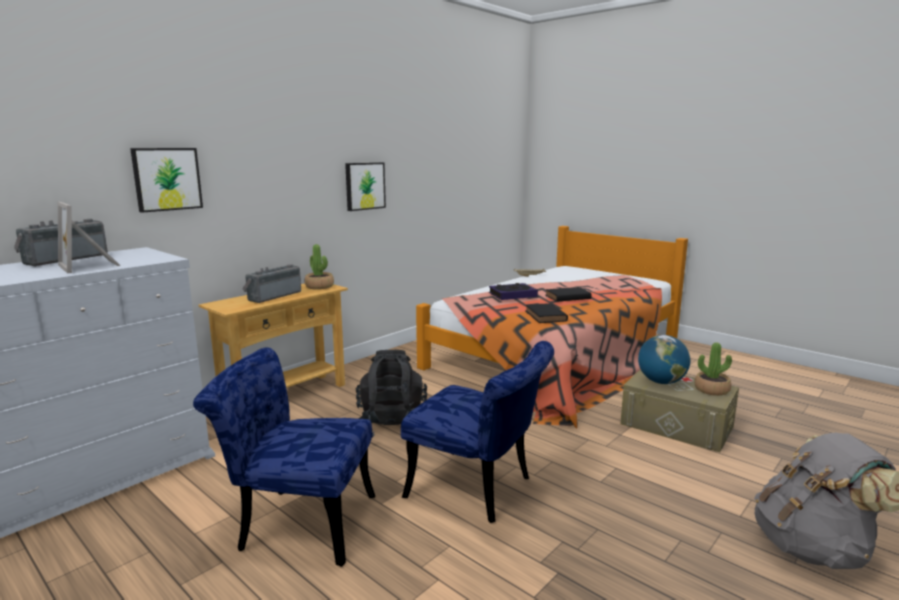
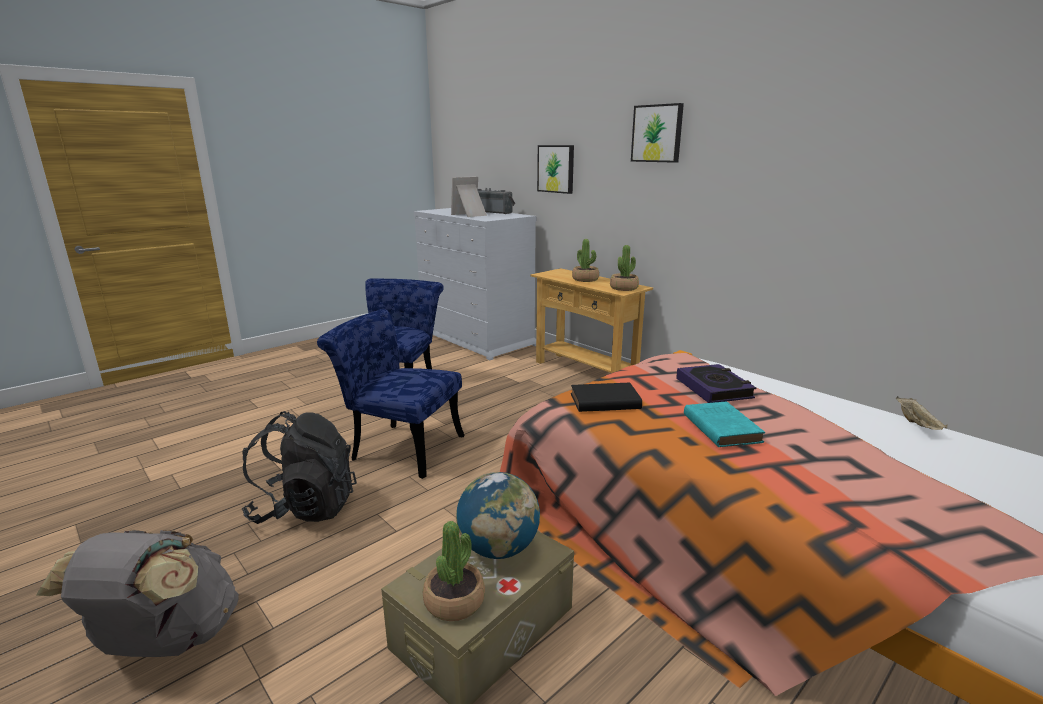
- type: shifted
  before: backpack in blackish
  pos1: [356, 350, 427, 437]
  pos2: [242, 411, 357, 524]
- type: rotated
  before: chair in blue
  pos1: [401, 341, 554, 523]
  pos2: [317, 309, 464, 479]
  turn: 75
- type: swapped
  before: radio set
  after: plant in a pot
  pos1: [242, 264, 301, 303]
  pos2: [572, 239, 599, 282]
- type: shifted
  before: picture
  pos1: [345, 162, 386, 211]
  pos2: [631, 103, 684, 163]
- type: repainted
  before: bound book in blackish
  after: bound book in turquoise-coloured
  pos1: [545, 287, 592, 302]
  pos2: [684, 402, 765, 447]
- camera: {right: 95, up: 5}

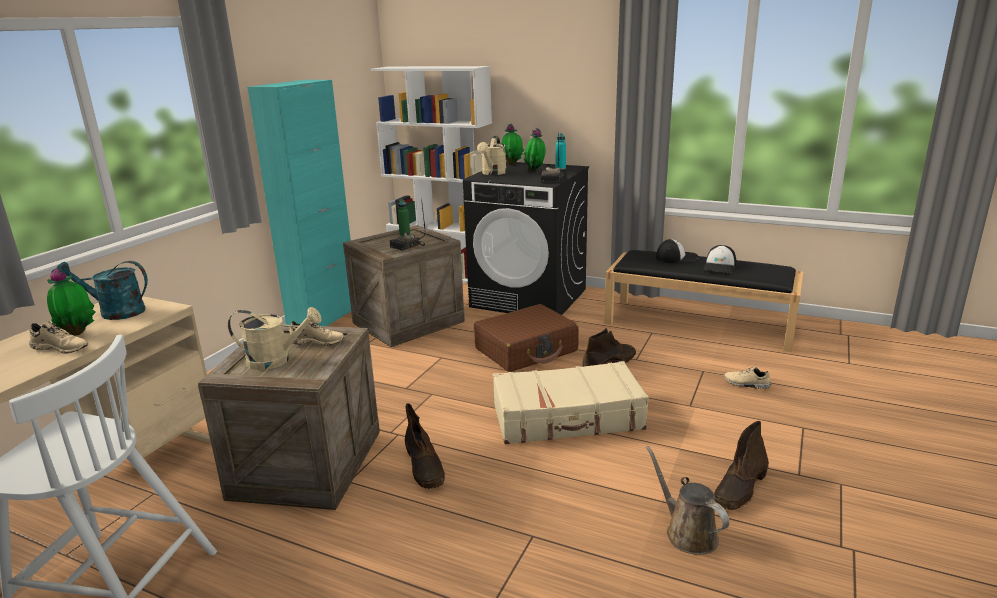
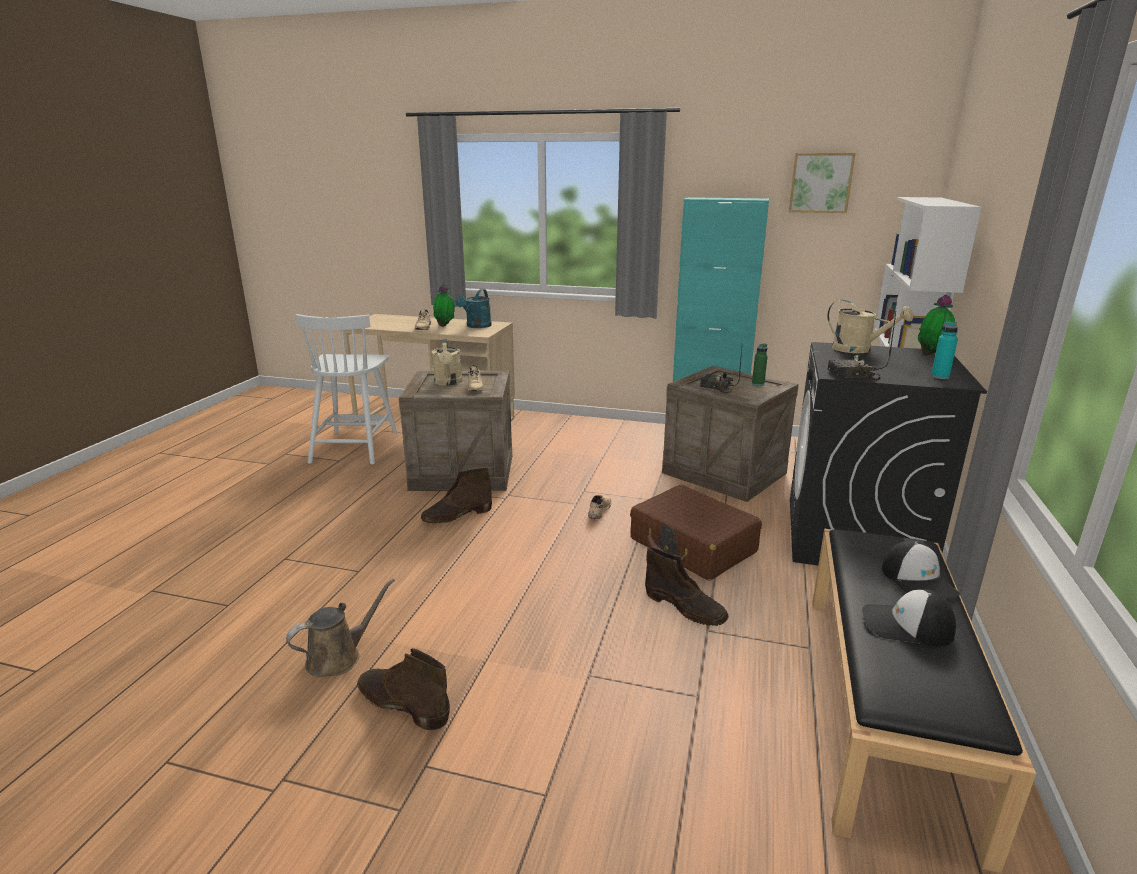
- type: rotated
  before: sprinkling can in turquoise-coloured
  pos1: [56, 261, 148, 320]
  pos2: [456, 289, 492, 328]
  turn: -150
- type: shifted
  before: shoe in beige-coloured
  pos1: [724, 366, 771, 389]
  pos2: [588, 495, 611, 519]
- type: new
  after: picture
  pos2: [789, 153, 855, 213]
- type: rotated
  before: sprinkling can in beige-coloured
  pos1: [477, 136, 507, 175]
  pos2: [827, 299, 913, 353]
  turn: -150
- type: gone
  before: piece of luggage in beige-coloured
  pos1: [493, 361, 649, 444]
- type: gone
  before: plant in a pot
  pos1: [524, 128, 546, 171]
- camera: {right: 80, up: 0}

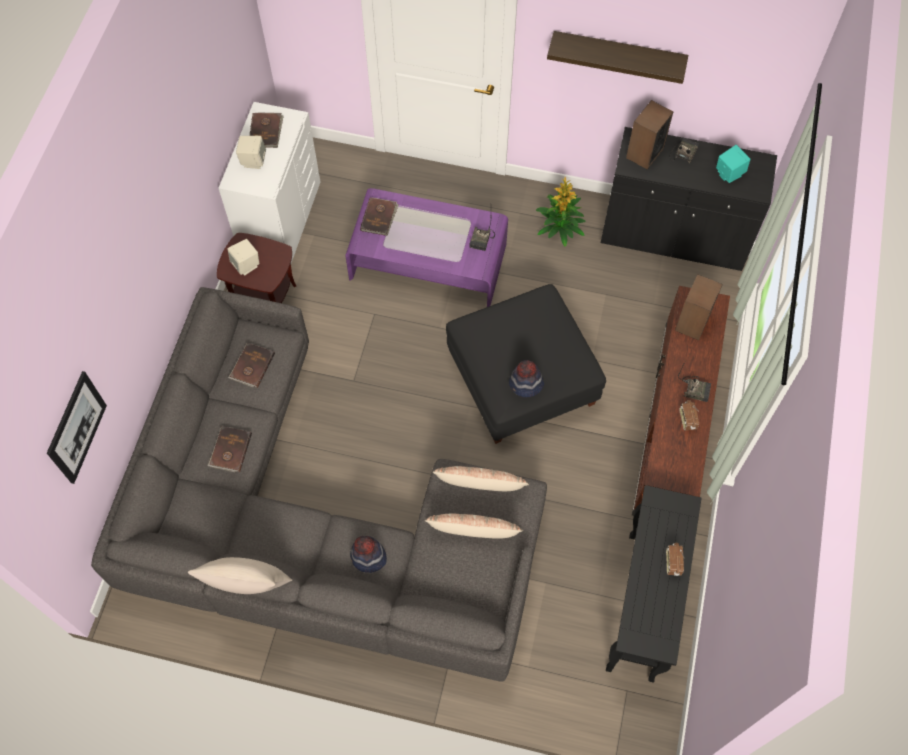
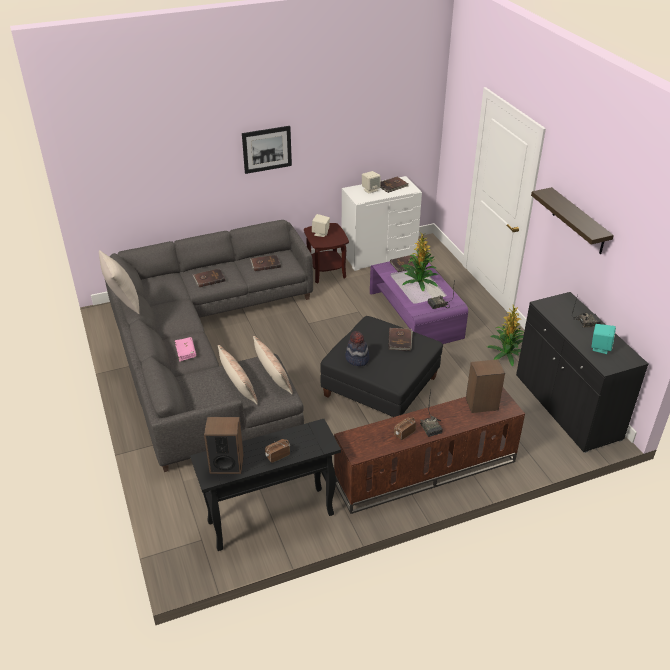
- type: swapped
  before: hat
  after: bound book in pink-coloured
  pos1: [350, 536, 387, 573]
  pos2: [175, 337, 196, 362]
- type: shifted
  before: loudspeaker
  pos1: [626, 100, 673, 170]
  pos2: [204, 417, 244, 474]
- type: shifted
  before: picture
  pos1: [47, 371, 107, 484]
  pos2: [242, 126, 292, 174]
- type: new
  after: bound book in brown
  pos2: [388, 328, 413, 351]
- type: new
  after: plant in a pot
  pos2: [401, 232, 438, 291]
- camera: {right: 55, up: -25}

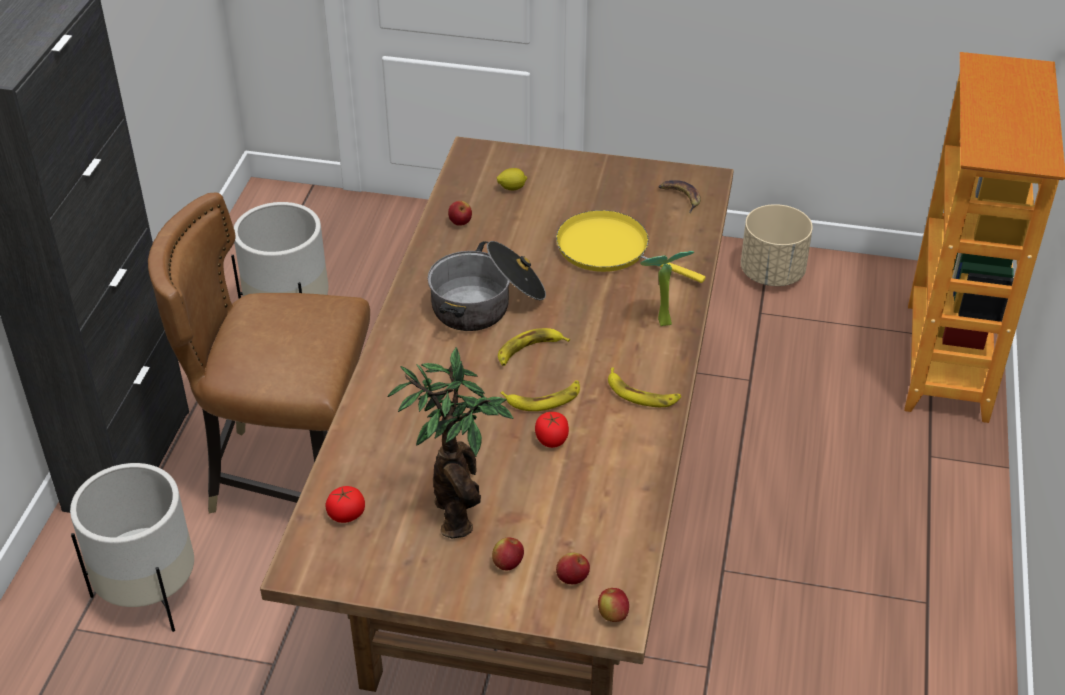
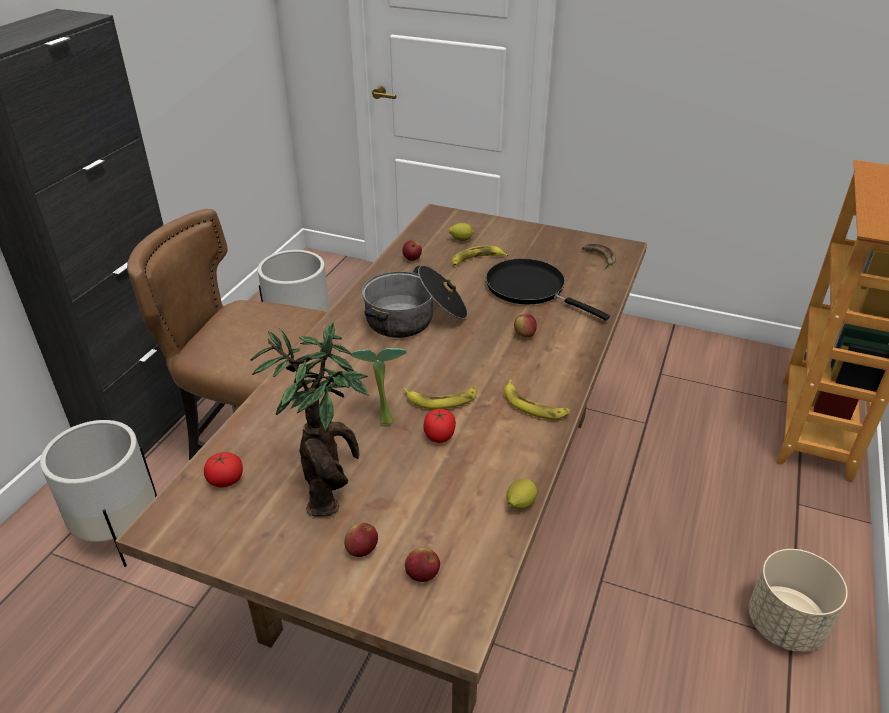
- type: shifted
  before: plant in a pot
  pos1: [640, 251, 694, 326]
  pos2: [351, 348, 407, 424]
- type: shifted
  before: banana fruit
  pos1: [498, 328, 570, 366]
  pos2: [452, 246, 508, 266]
- type: repainted
  before: frying pan in yellow-coloured
  after: frying pan in blackish
  pos1: [556, 210, 706, 283]
  pos2: [486, 259, 610, 321]
- type: new
  after: lemon
  pos2: [506, 478, 537, 510]
- type: shifted
  before: apple fruit
  pos1: [598, 588, 629, 622]
  pos2: [514, 314, 537, 337]
- type: shifted
  before: plant pot in beige-coloured
  pos1: [741, 204, 813, 286]
  pos2: [748, 549, 848, 652]
- camera: {right: 10, up: -5}

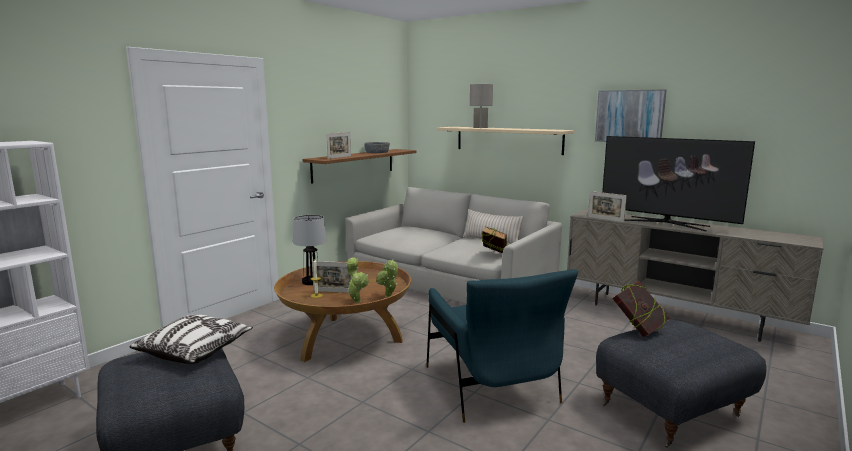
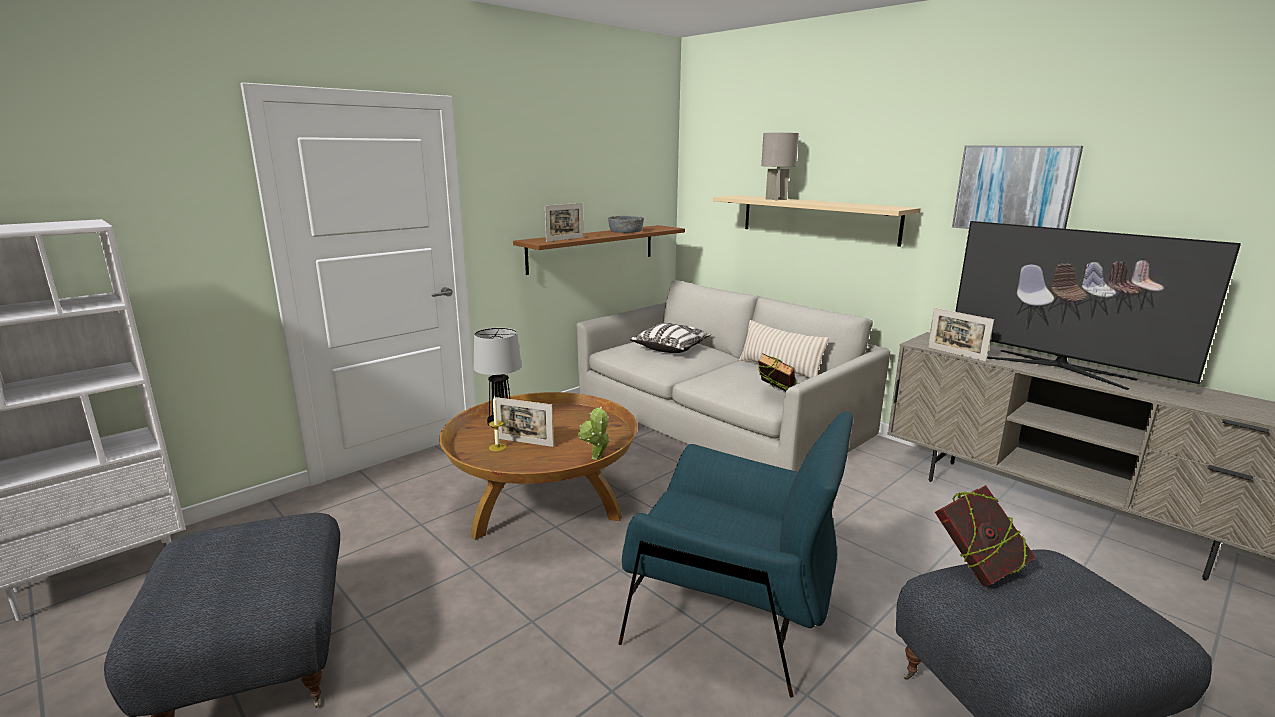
- type: rotated
  before: armchair in blue
  pos1: [426, 269, 578, 423]
  pos2: [618, 411, 853, 698]
  turn: -60
- type: shifted
  before: cushion
  pos1: [129, 314, 253, 364]
  pos2: [630, 323, 711, 353]
- type: gone
  before: plant in a pot
  pos1: [346, 257, 369, 303]
- camera: {right: 10, up: 5}

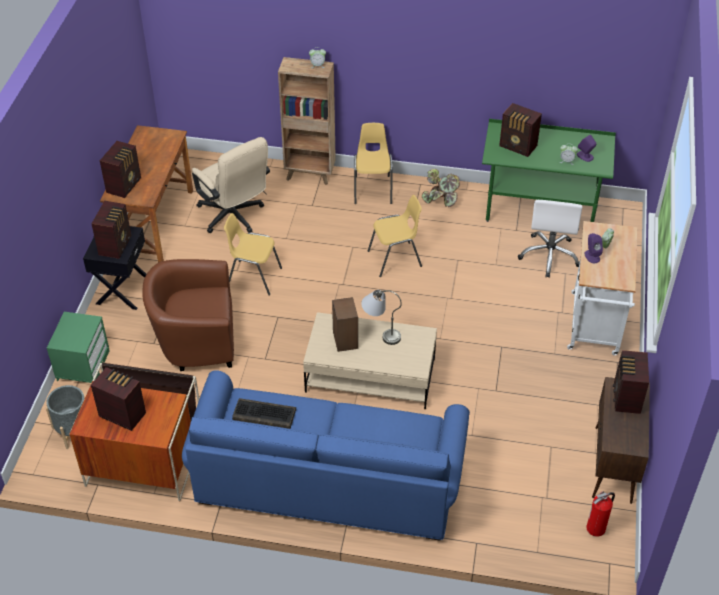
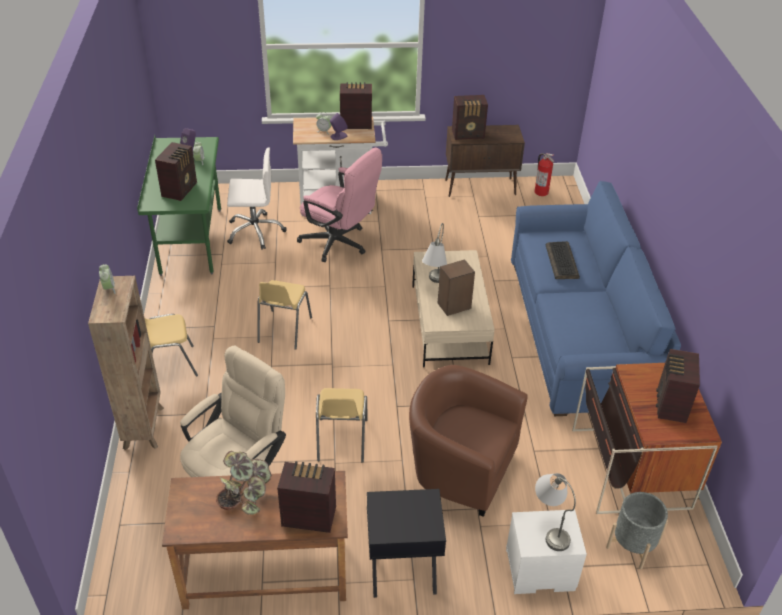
- type: shifted
  before: plant in a pot
  pos1: [422, 169, 460, 207]
  pos2: [216, 451, 272, 515]
- type: rotated
  before: chair in yellow-coloured
  pos1: [368, 195, 422, 277]
  pos2: [257, 280, 312, 350]
  turn: -135
- type: new
  after: computer chair in pink-coloured
  pos2: [297, 148, 382, 262]
- type: shifted
  before: radio set
  pos1: [91, 201, 131, 259]
  pos2: [340, 82, 372, 129]
- type: rotated
  before: armchair in brown
  pos1: [142, 259, 234, 371]
  pos2: [409, 365, 528, 517]
  turn: 135
- type: repainted
  before: night table in green
  after: night table in whitish
  pos1: [47, 312, 110, 383]
  pos2: [506, 509, 587, 594]
- type: new
  after: table lamp in grey
  pos2: [535, 473, 576, 551]
- type: shifted
  before: PC keyboard
  pos1: [232, 398, 296, 429]
  pos2: [546, 241, 580, 279]
- camera: {right: -105, up: -5}

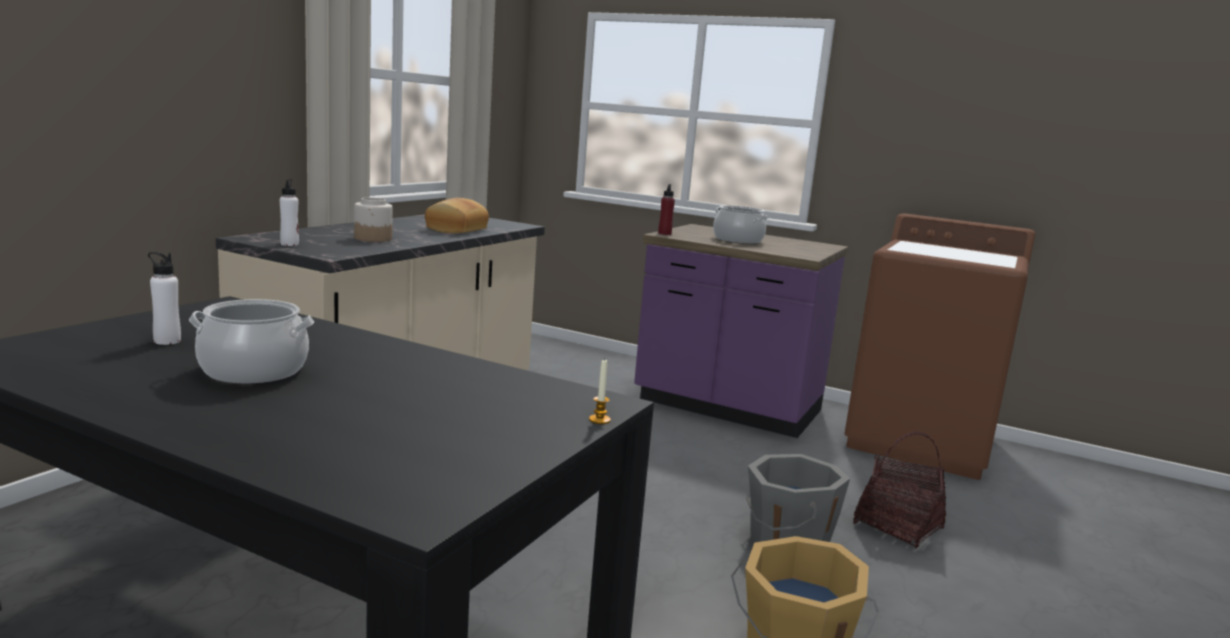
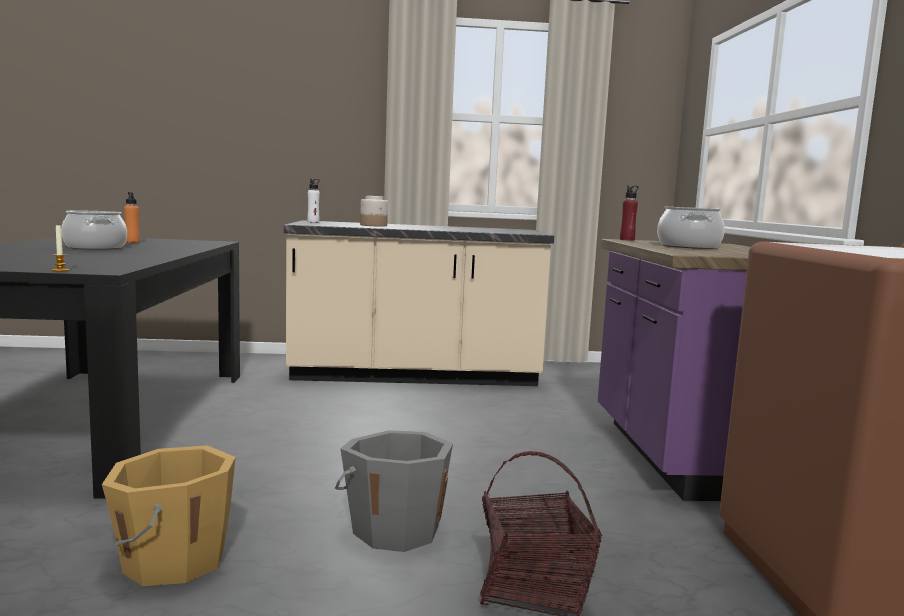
- type: repainted
  before: bottle in whitish
  after: bottle in orangey
  pos1: [148, 252, 181, 345]
  pos2: [124, 192, 140, 243]
- type: gone
  before: baked bread
  pos1: [425, 198, 489, 233]
- camera: {right: 60, up: -5}

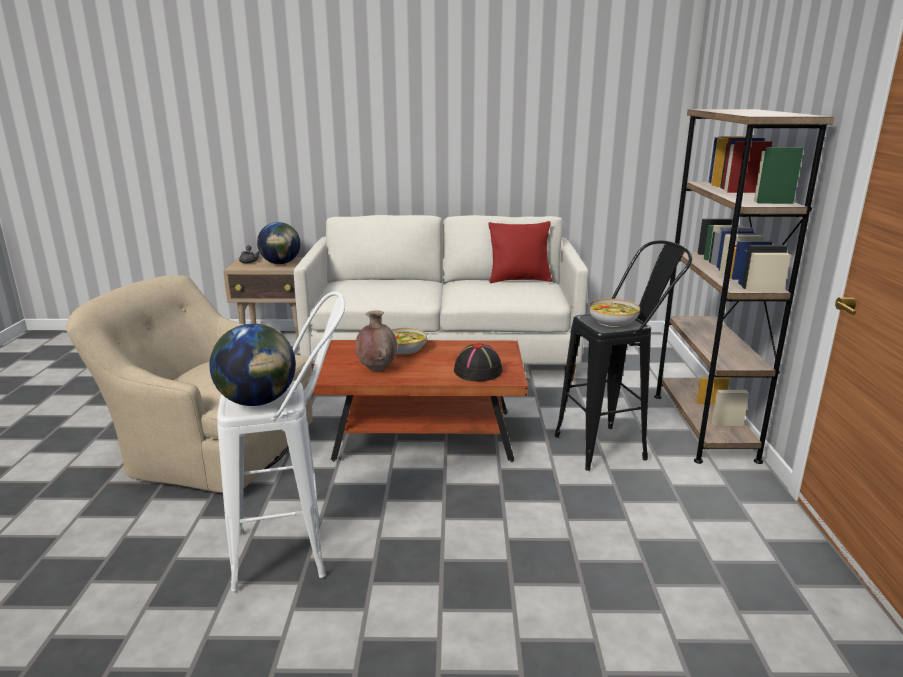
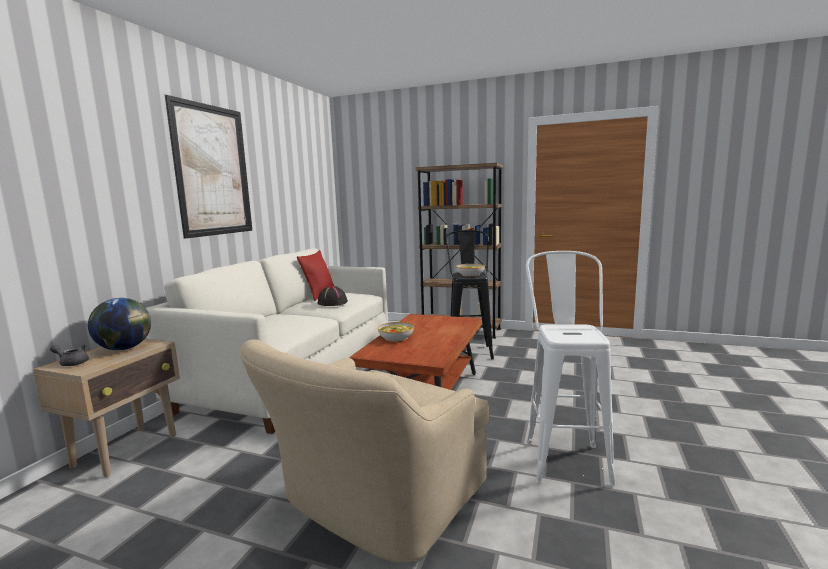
- type: new
  after: picture
  pos2: [165, 95, 252, 239]
- type: shifted
  before: hat in blackish
  pos1: [454, 343, 503, 382]
  pos2: [318, 286, 348, 306]
- type: gone
  before: desk globe
  pos1: [210, 324, 296, 406]
- type: gone
  before: decorative vase in brown
  pos1: [355, 311, 397, 372]
- camera: {right: -70, up: -10}

